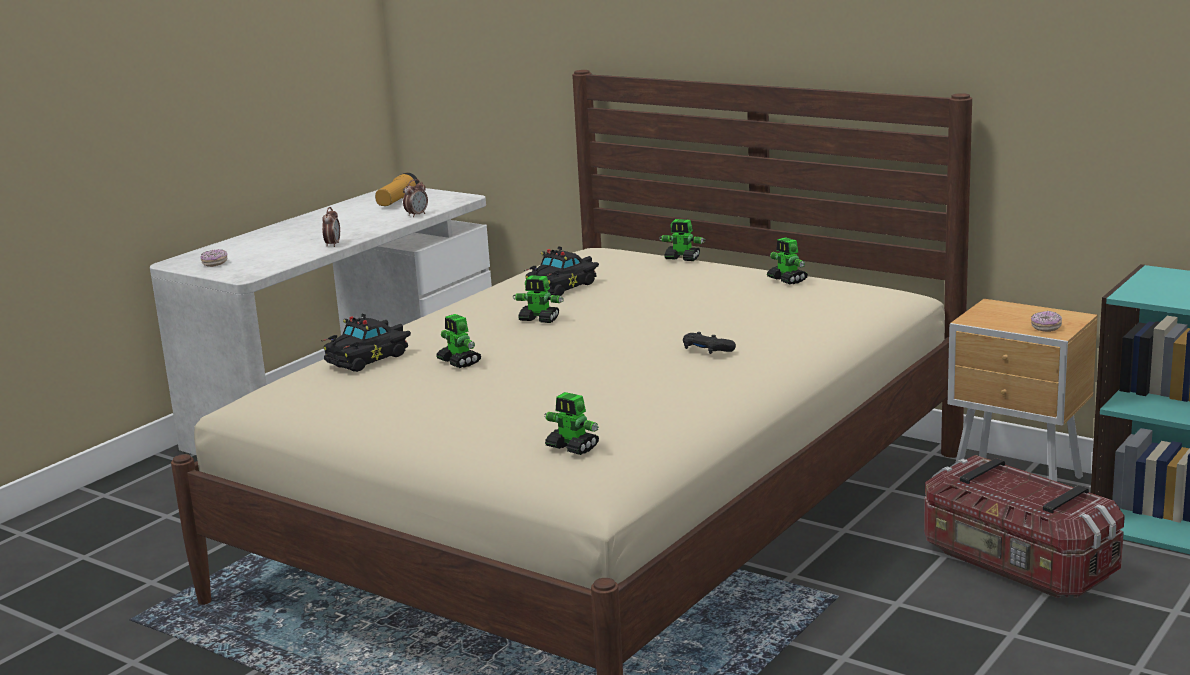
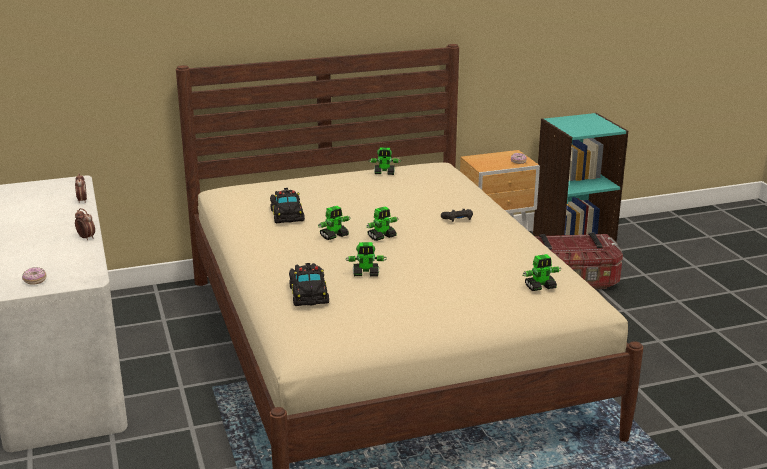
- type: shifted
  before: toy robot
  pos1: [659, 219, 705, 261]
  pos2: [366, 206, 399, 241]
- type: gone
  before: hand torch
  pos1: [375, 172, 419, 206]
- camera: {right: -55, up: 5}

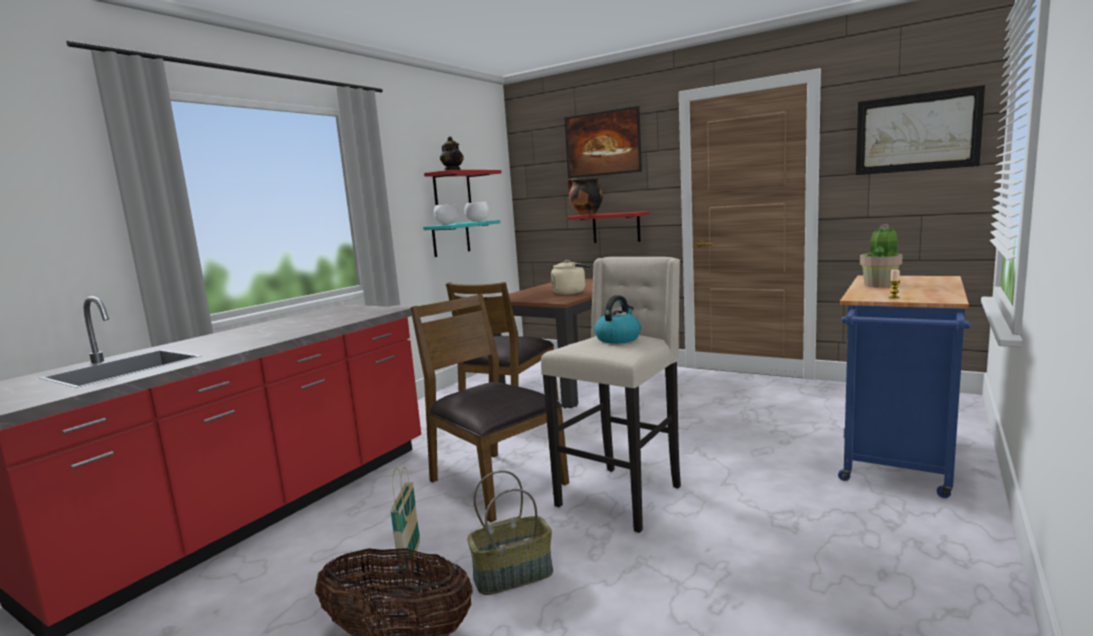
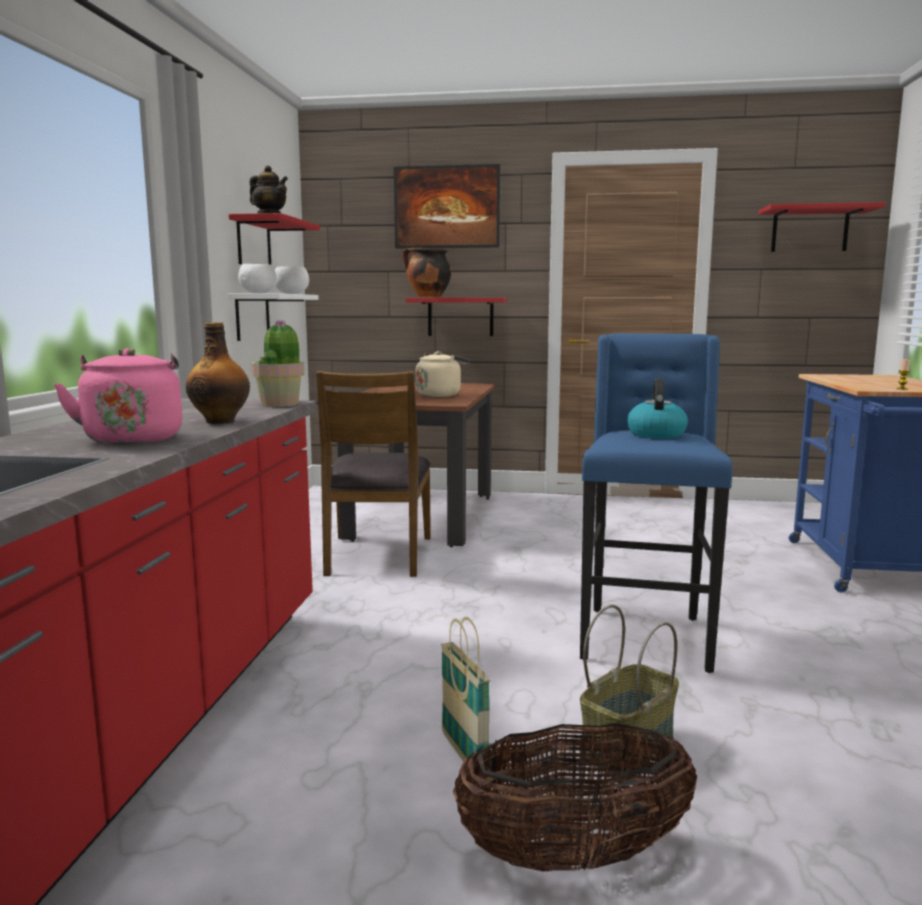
- type: new
  after: water kettle in pink-coloured
  pos2: [53, 348, 182, 444]
- type: new
  after: bottle
  pos2: [186, 322, 250, 424]
- type: repainted
  before: wall shelf in turquoise-coloured
  after: wall shelf in whitish
  pos1: [423, 220, 501, 257]
  pos2: [227, 293, 319, 341]
- type: shifted
  before: plant in a pot
  pos1: [860, 224, 903, 288]
  pos2: [251, 320, 304, 407]
- type: repainted
  before: stool seat in beige-coloured
  after: stool seat in blue
  pos1: [541, 257, 681, 533]
  pos2: [580, 333, 733, 673]
- type: swapped
  before: picture
  after: wall shelf in red-coloured
  pos1: [856, 85, 985, 175]
  pos2: [758, 202, 886, 252]
- type: gone
  before: chair in brown
  pos1: [410, 293, 569, 522]
- camera: {right: -25, up: 0}

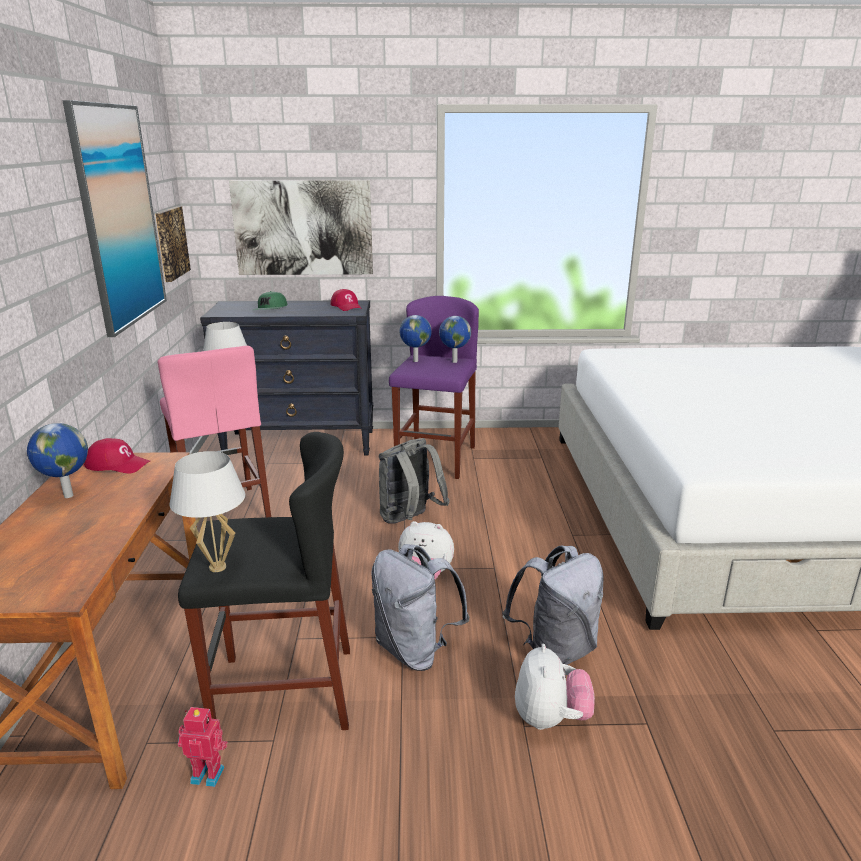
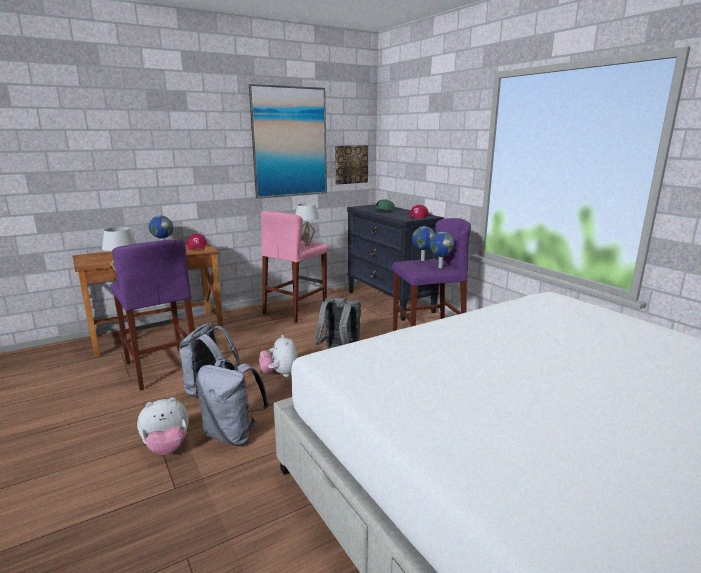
- type: repainted
  before: stool seat in blackish
  after: stool seat in purple
  pos1: [178, 432, 350, 730]
  pos2: [111, 239, 195, 391]
- type: gone
  before: toy robot
  pos1: [178, 707, 228, 787]
- type: gone
  before: picture
  pos1: [229, 180, 373, 275]
- camera: {right: 60, up: -5}

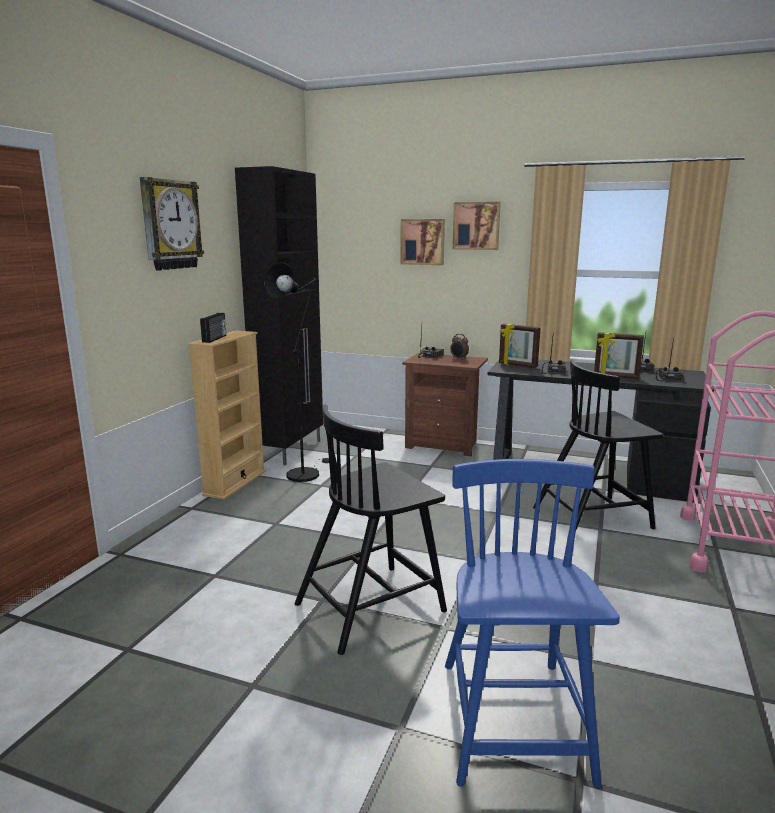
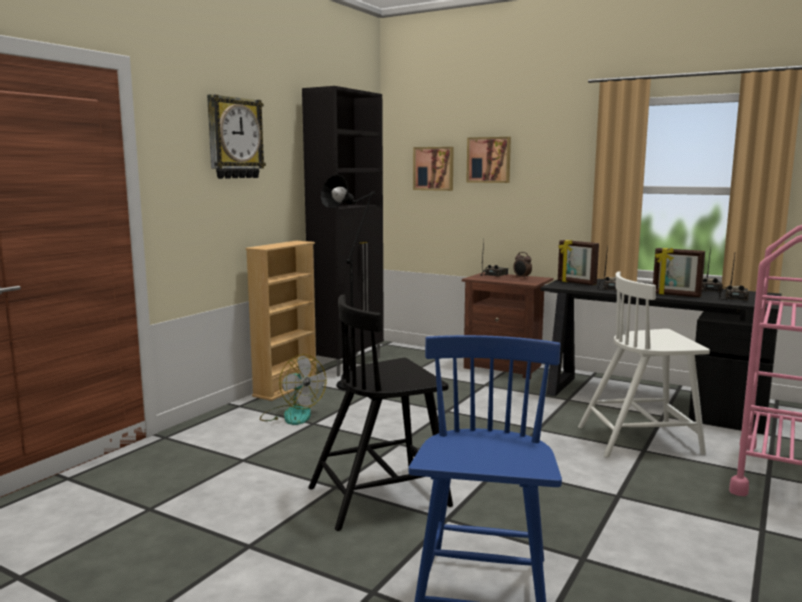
- type: new
  after: cooling fan
  pos2: [260, 354, 327, 425]
- type: shifted
  before: picture
  pos1: [453, 202, 501, 250]
  pos2: [413, 147, 454, 191]
- type: repainted
  before: chair in blackish
  after: chair in whitish
  pos1: [533, 359, 664, 538]
  pos2: [578, 272, 710, 458]
- type: gone
  before: radio set
  pos1: [200, 313, 226, 343]
- camera: {right: 10, up: -5}

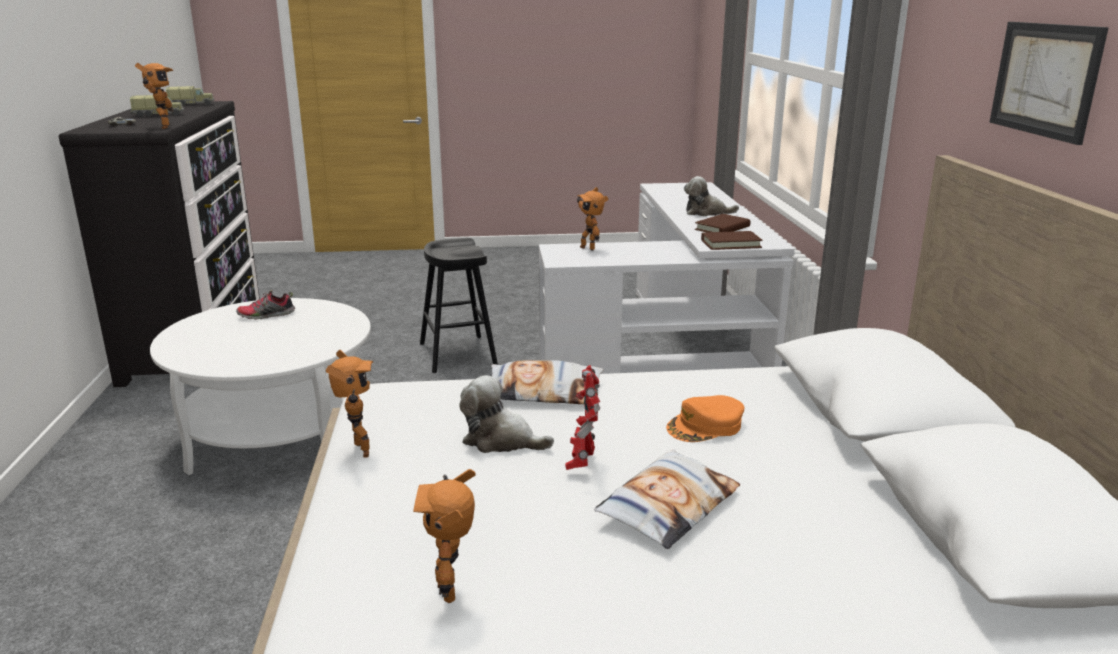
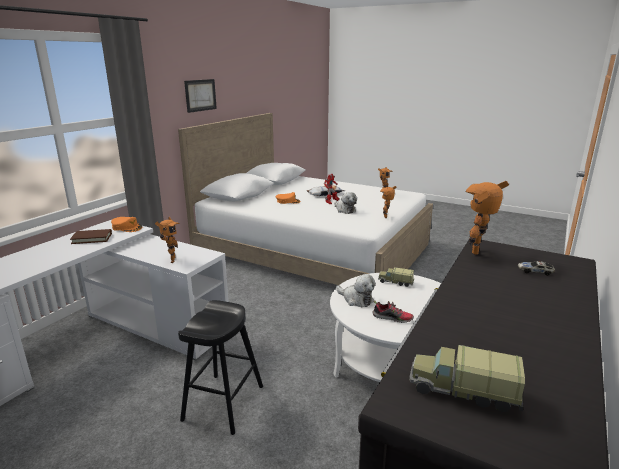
- type: swapped
  before: bound book in brown
  after: baseball cap in orangey
  pos1: [701, 231, 763, 250]
  pos2: [111, 217, 142, 232]
- type: shifted
  before: soft toy
  pos1: [684, 176, 739, 216]
  pos2: [336, 274, 376, 307]
- type: shifted
  before: model truck
  pos1: [130, 95, 184, 117]
  pos2: [378, 267, 414, 287]
- type: gone
  before: cushion
  pos1: [491, 360, 603, 404]
- camera: {right: -145, up: 0}

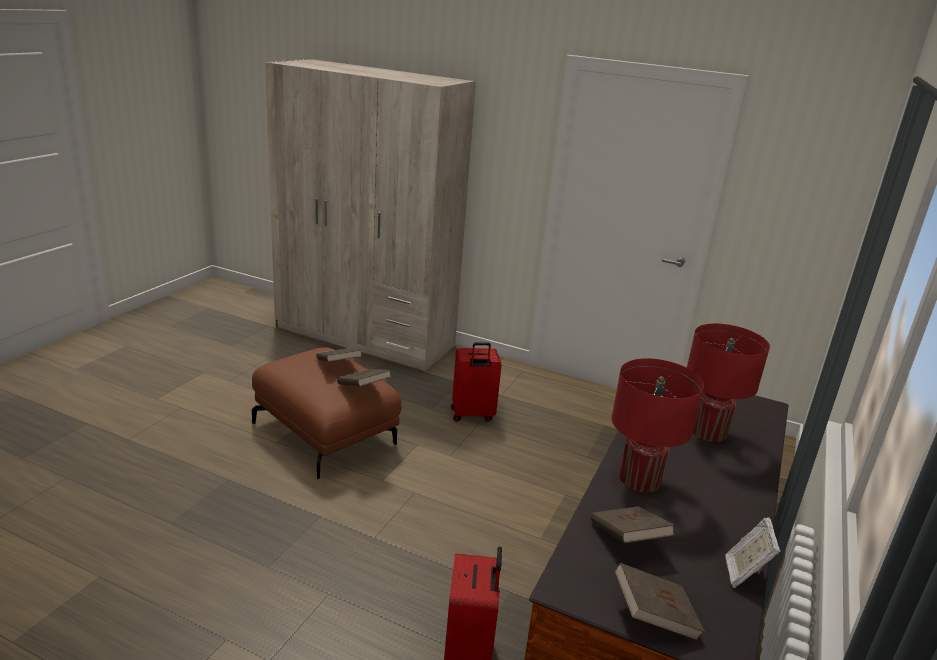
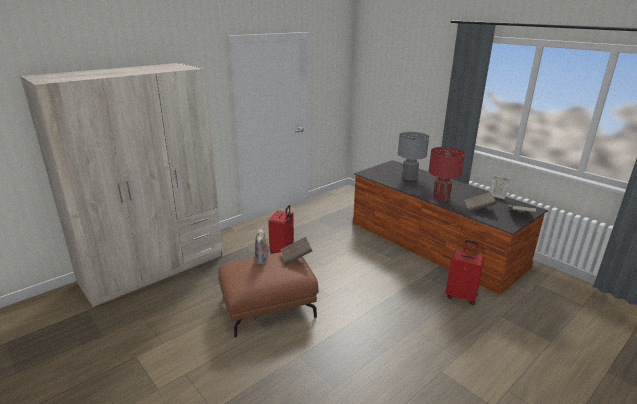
- type: swapped
  before: bound book in brown
  after: soft toy
  pos1: [316, 348, 362, 362]
  pos2: [254, 228, 270, 265]
- type: repainted
  before: table lamp in red-coloured
  after: table lamp in grey
  pos1: [687, 324, 770, 442]
  pos2: [398, 132, 429, 180]
- camera: {right: -65, up: 0}

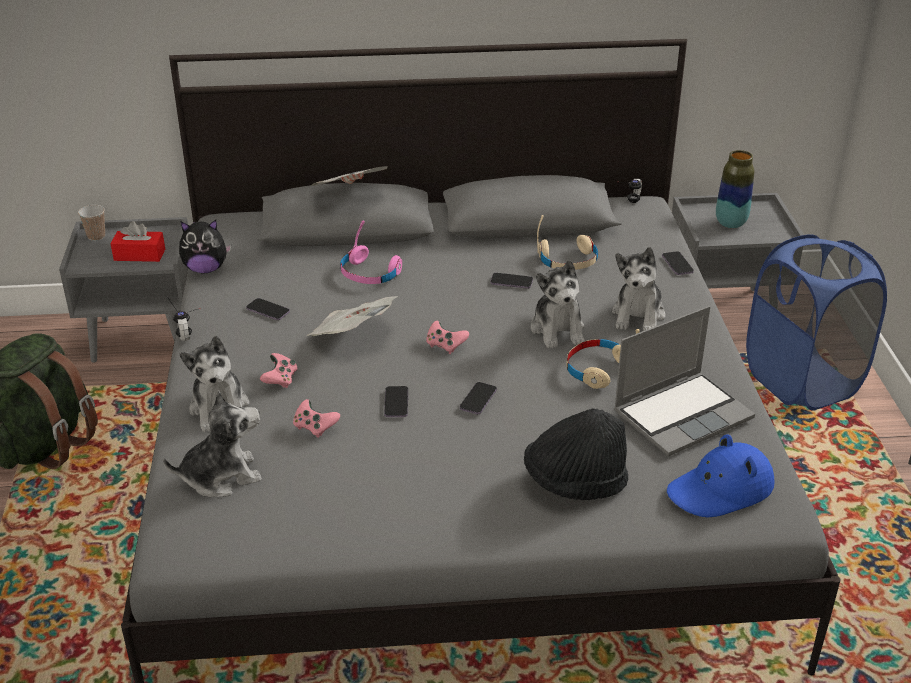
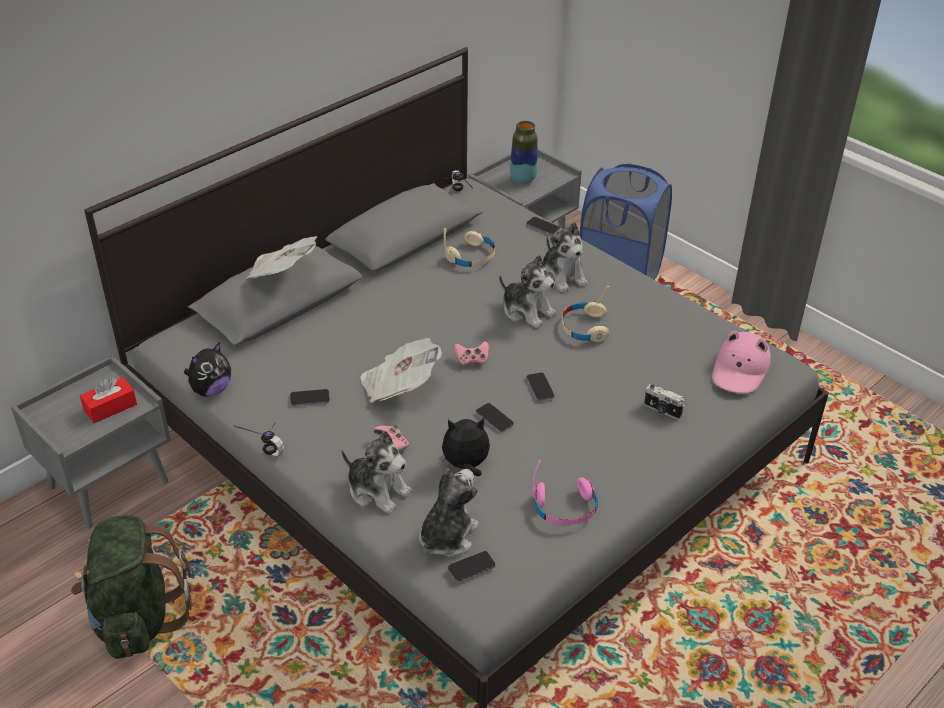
- type: swapped
  before: gamepad in pink-coloured
  after: soft toy
  pos1: [293, 399, 340, 438]
  pos2: [439, 418, 490, 476]
- type: shifted
  before: phone
  pos1: [490, 273, 533, 289]
  pos2: [448, 551, 495, 582]
- type: shifted
  before: headset in pink-coloured
  pos1: [340, 221, 402, 284]
  pos2: [533, 460, 598, 525]
- type: swapped
  before: hat in blackish
  after: photo camera
  pos1: [524, 408, 628, 500]
  pos2: [644, 384, 685, 419]
- type: repainted
  before: hat in blue
  after: hat in pink-coloured
  pos1: [667, 434, 774, 517]
  pos2: [712, 331, 771, 394]
- type: gone
  before: small cup
  pos1: [78, 205, 105, 241]
- type: gone
  before: portable computer
  pos1: [614, 306, 755, 456]
- camera: {right: -40, up: 5}

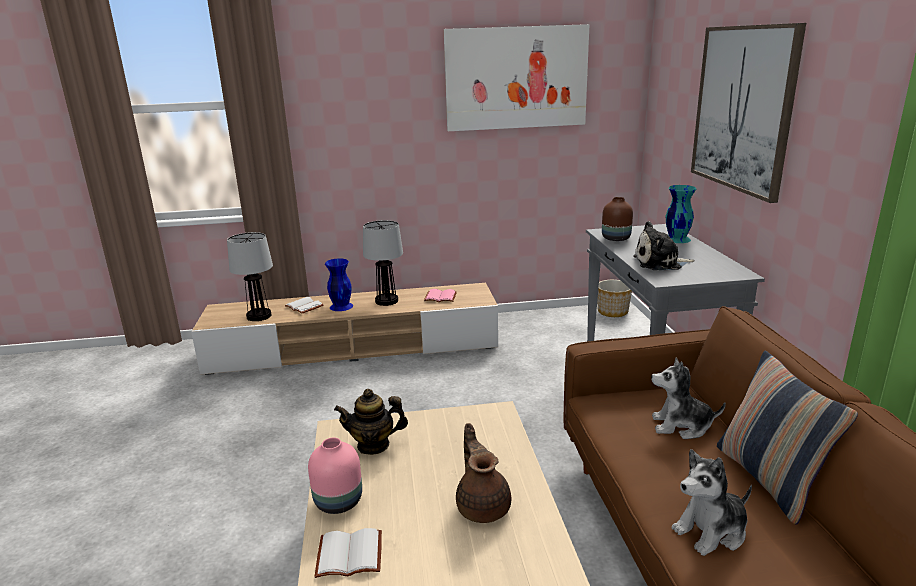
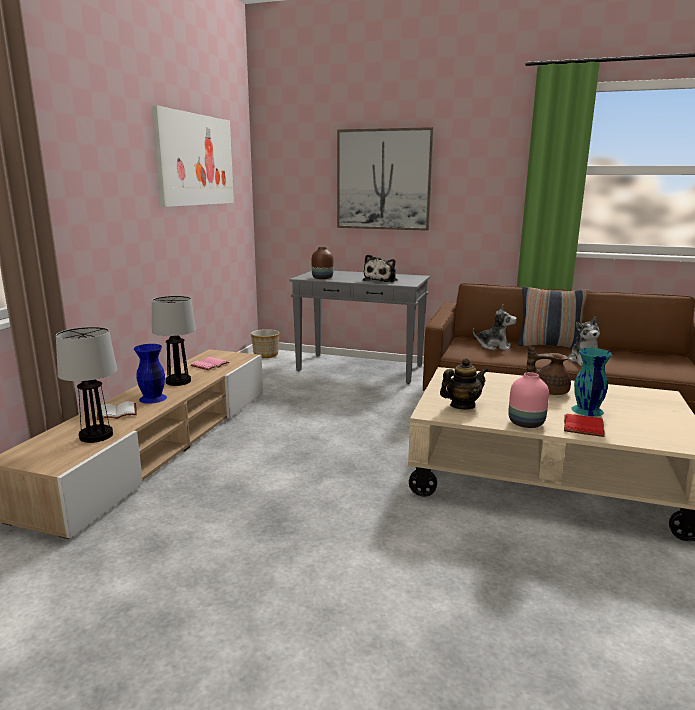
- type: rotated
  before: teapot
  pos1: [334, 389, 408, 455]
  pos2: [440, 358, 488, 409]
  turn: -135
- type: rotated
  before: soft toy
  pos1: [651, 358, 726, 439]
  pos2: [473, 305, 517, 351]
  turn: -105
- type: repainted
  before: bound book in whitish
  after: bound book in red-coloured
  pos1: [314, 528, 382, 578]
  pos2: [564, 414, 605, 437]
- type: shifted
  before: decorative vase in turquoise-coloured
  pos1: [666, 185, 696, 243]
  pos2: [571, 348, 612, 417]
- camera: {right: -65, up: -5}

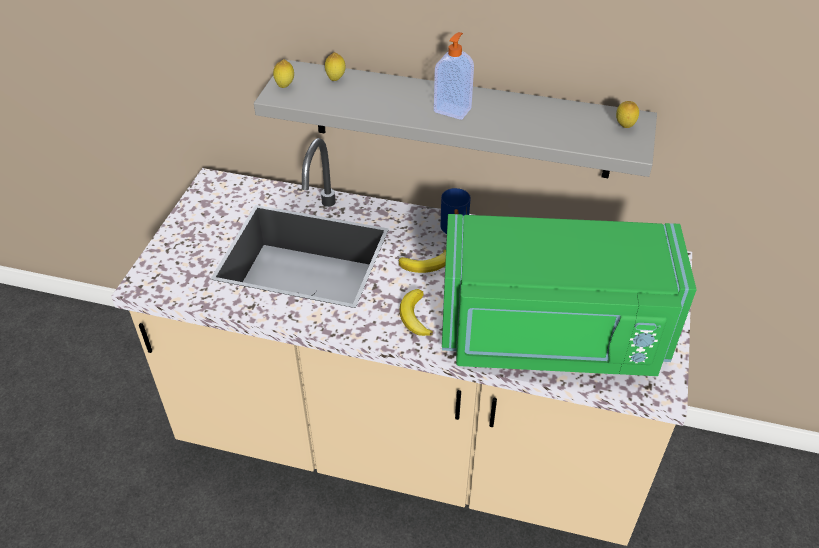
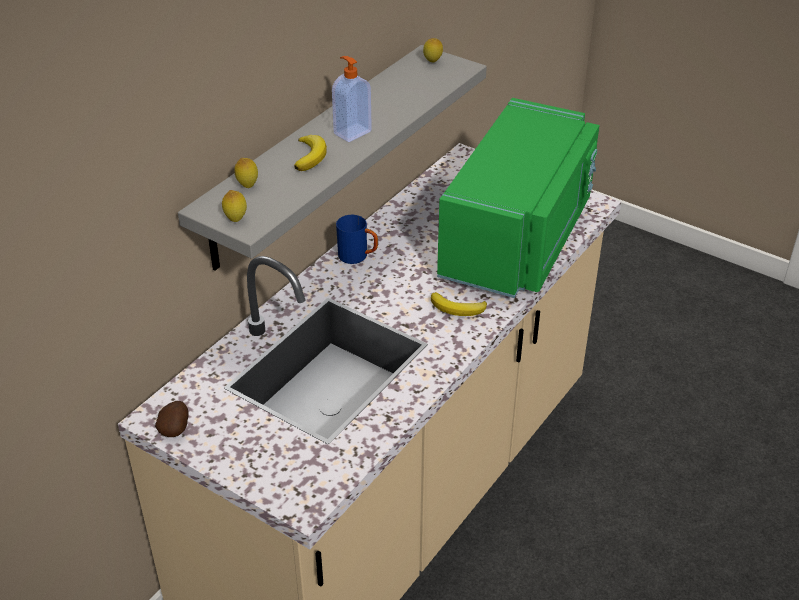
- type: new
  after: spud
  pos2: [155, 401, 189, 437]
- type: shifted
  before: banana fruit
  pos1: [399, 249, 446, 273]
  pos2: [294, 135, 327, 171]
- camera: {right: -70, up: -5}

